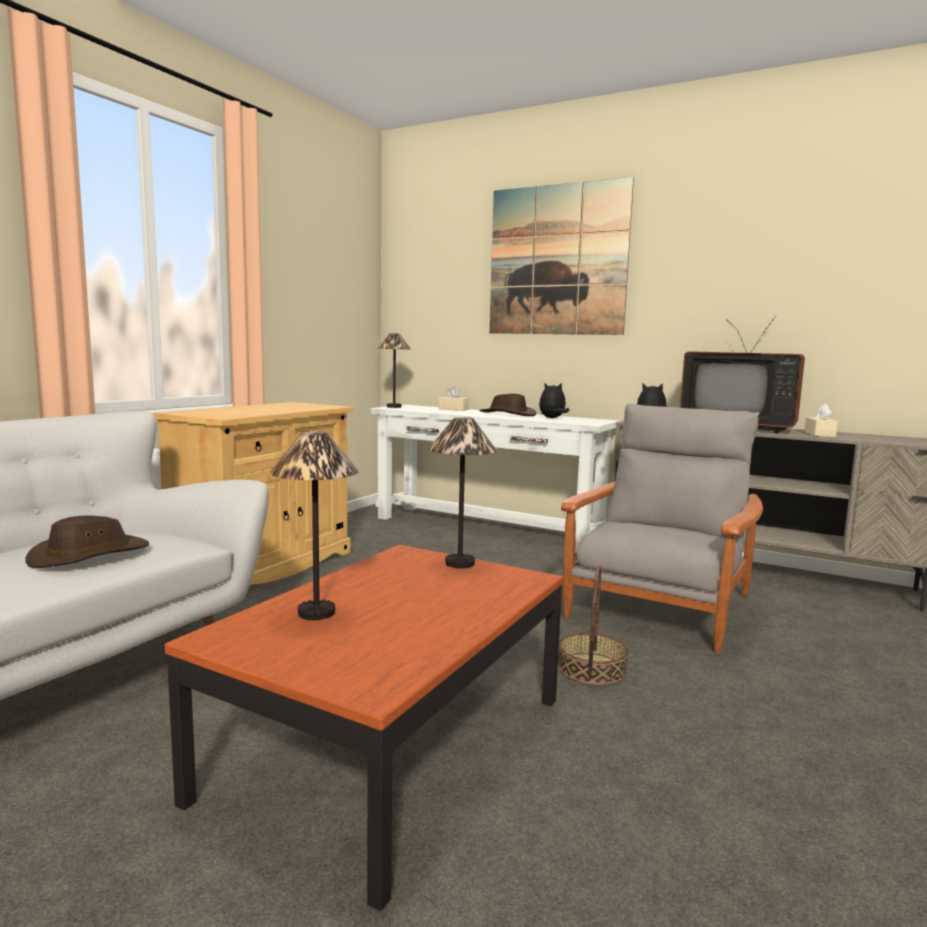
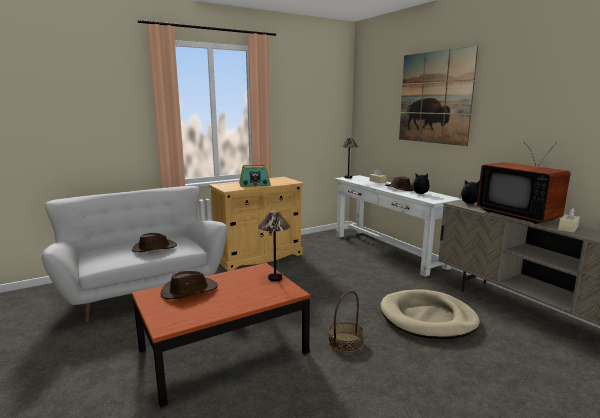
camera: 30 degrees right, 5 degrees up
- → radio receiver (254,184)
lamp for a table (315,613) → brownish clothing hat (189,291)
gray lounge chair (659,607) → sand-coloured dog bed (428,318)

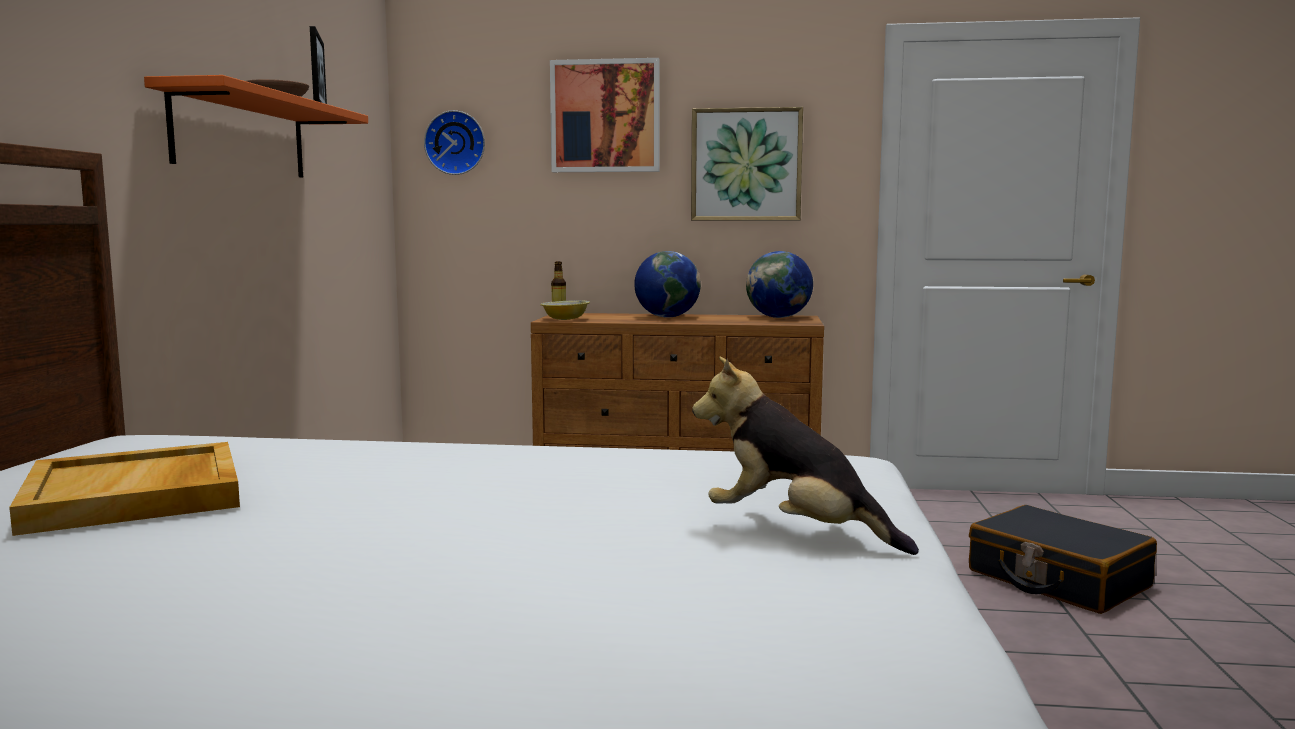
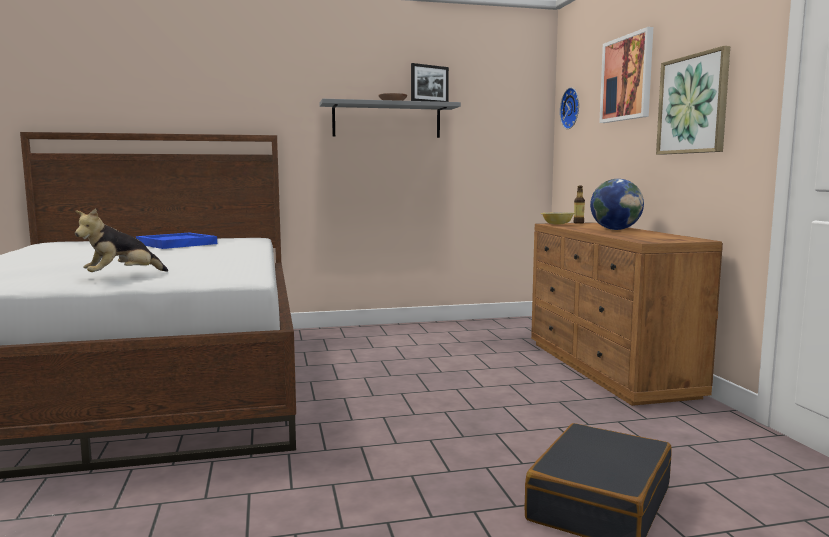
camera: 70 degrees right, 0 degrees up
globe (778,317) → -
sand-coloured tray (137,495) → bluish tray (176,244)
orange-coloured bracket shelf (241,135) → gray bracket shelf (386,120)
plush toy (795,532) → plush toy (121,277), 150 degrees counterclockwise

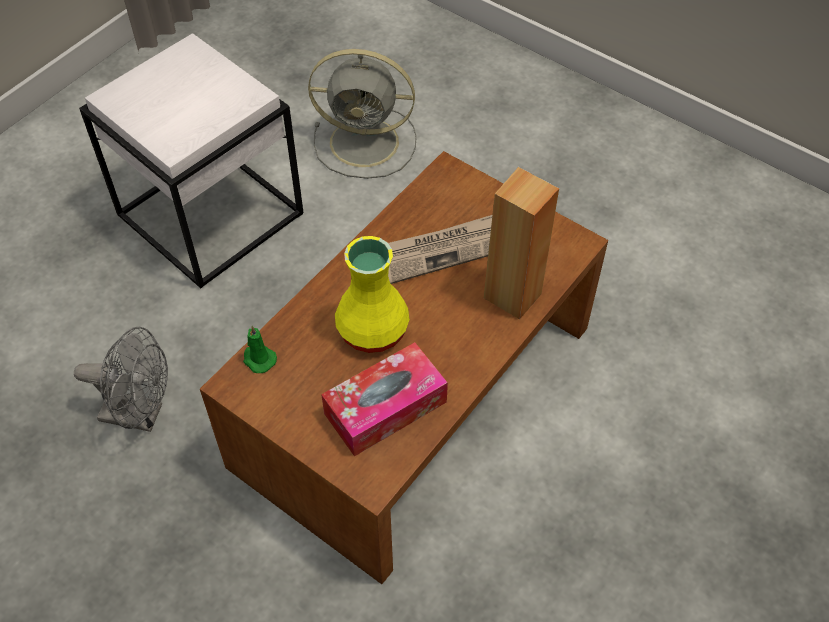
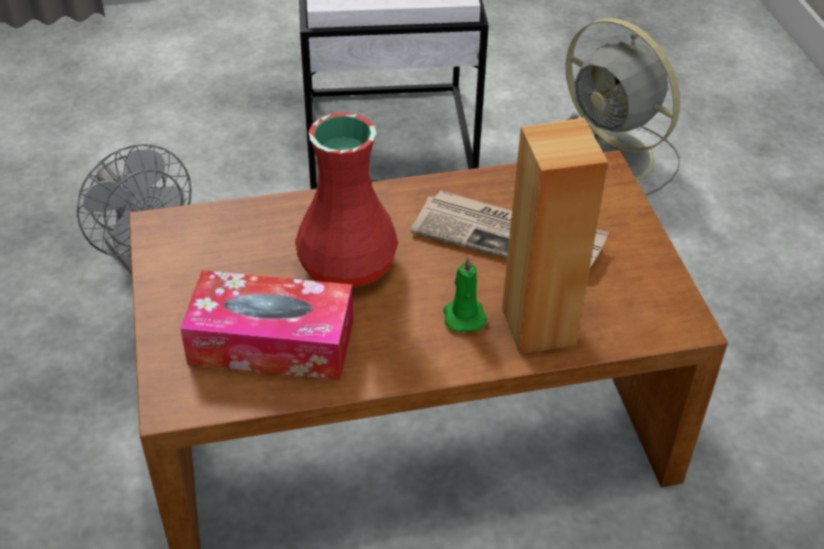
camera: 40 degrees right, 10 degrees down
greenish wax candle (258,359) → greenish wax candle (463,315), relocated
yellow vase (371,330) → reddish vase (345,264)

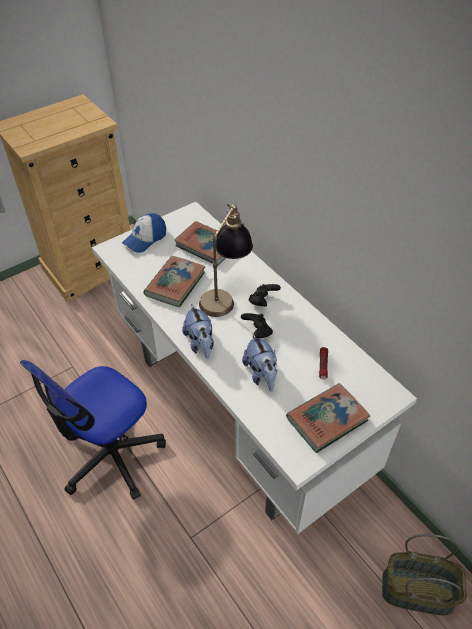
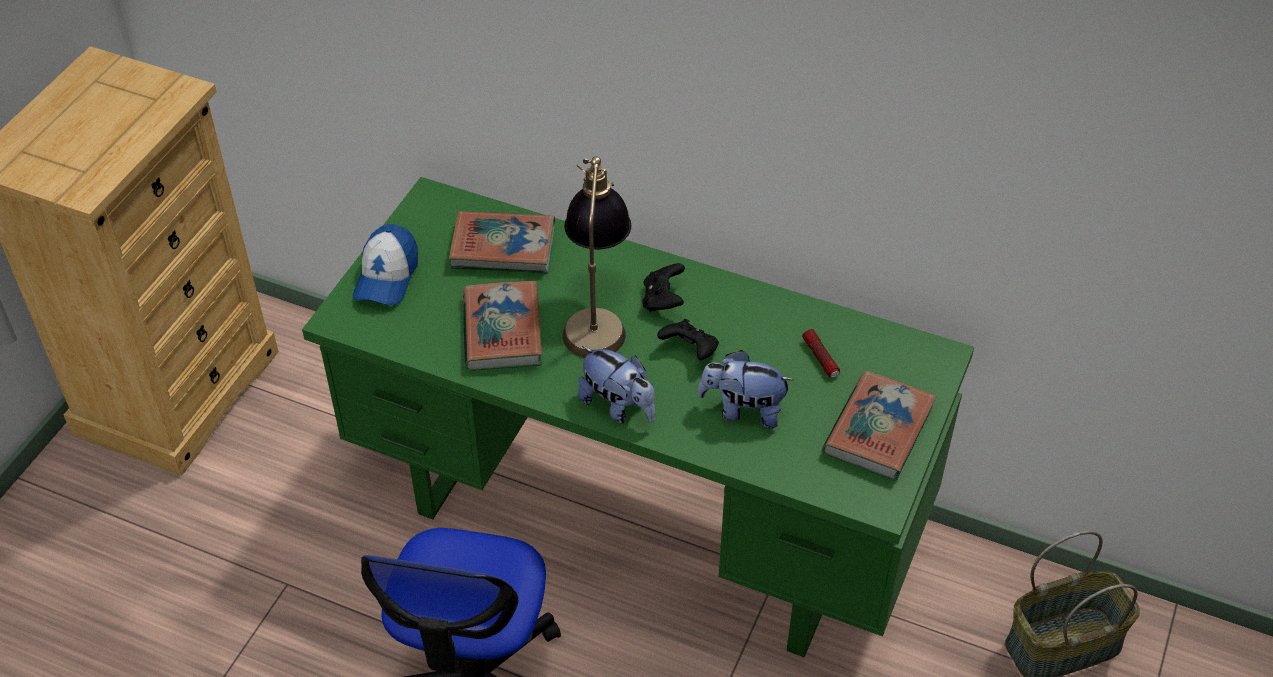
camera: 30 degrees left, 0 degrees up
whitish desk table (237,411) → greenish desk table (639,521)
plush toy (261,374) → plush toy (743,410), 150 degrees clockwise

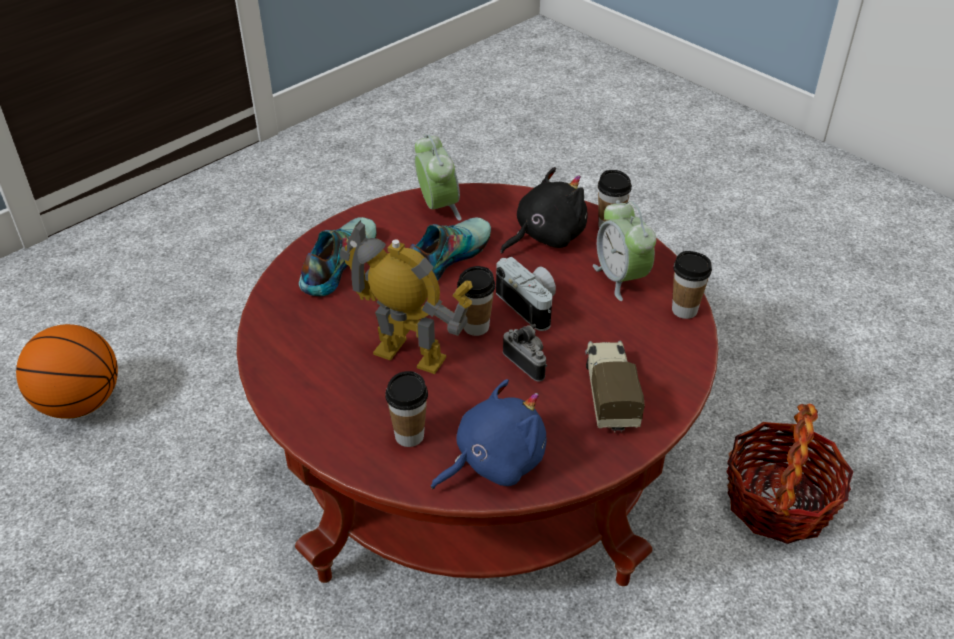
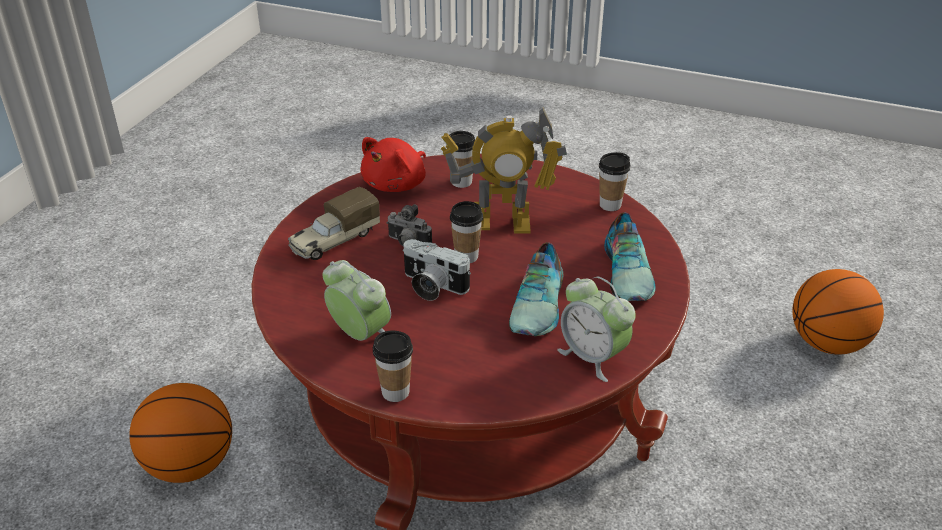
camera: 155 degrees right, 5 degrees down
black plush toy (545,236) → -
drinking cup (684,310) → drinking cup (610,205), relocated
household basket (778,502) → basketball (190,465)
bluish plush toy (494,461) → reddish plush toy (396,184)
toy lorry (610,393) → toy lorry (334,241), 75 degrees clockwise

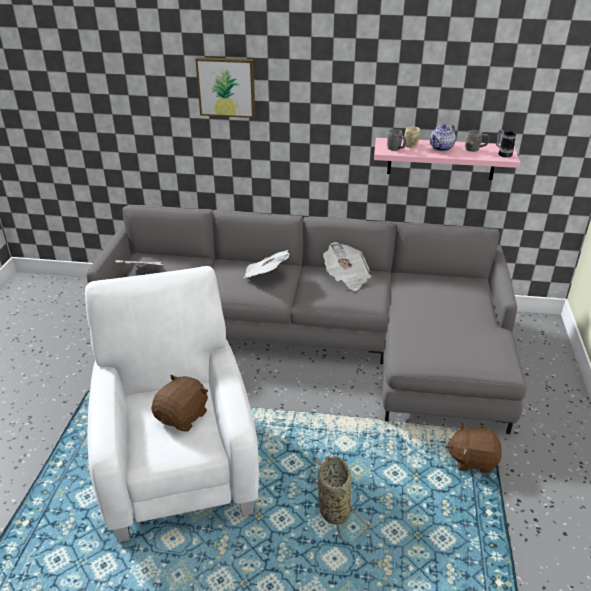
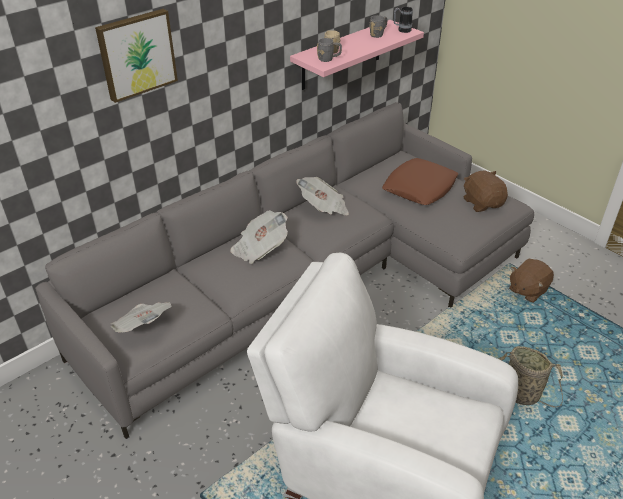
camera: 50 degrees left, 5 degrees up
pot for tea (441,148) → -
- → brownish throw pillow (419,187)
brownish plush toy (183,416) → brownish plush toy (482,203), relocated

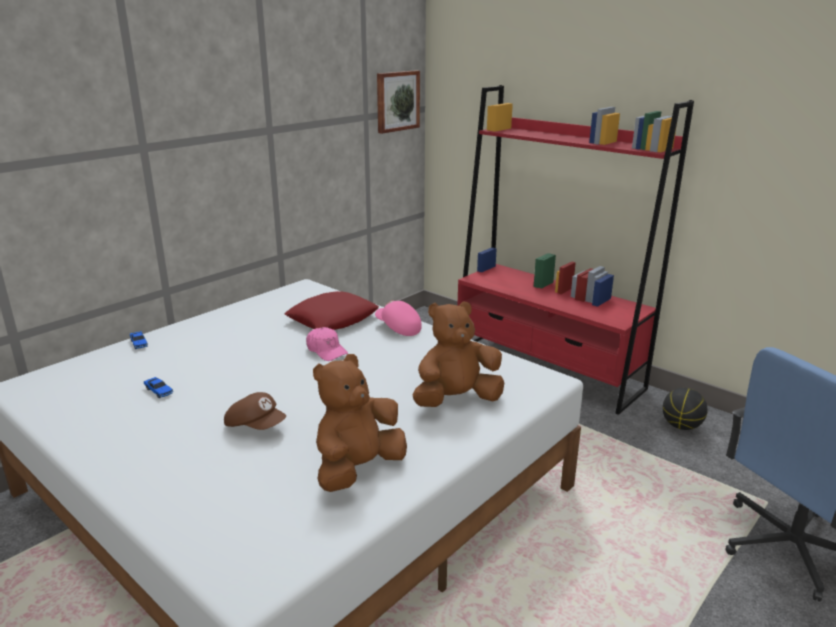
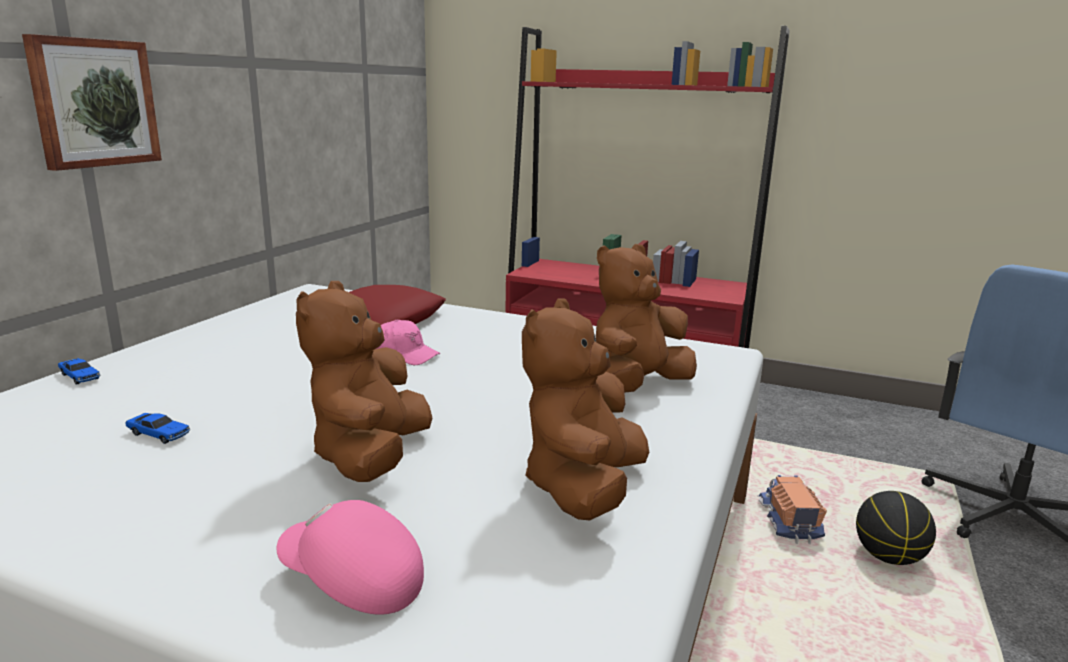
camera: 20 degrees left, 5 degrees down
- → toy lorry (787,521)
pink peaked cap (398,328) → pink peaked cap (352,583), relocated
wall picture (397,101) → wall picture (94,103), relocated
basketball (681,426) → basketball (888,557), relocated
brownish peaked cap (256,426) → brownish plush toy (370,457)

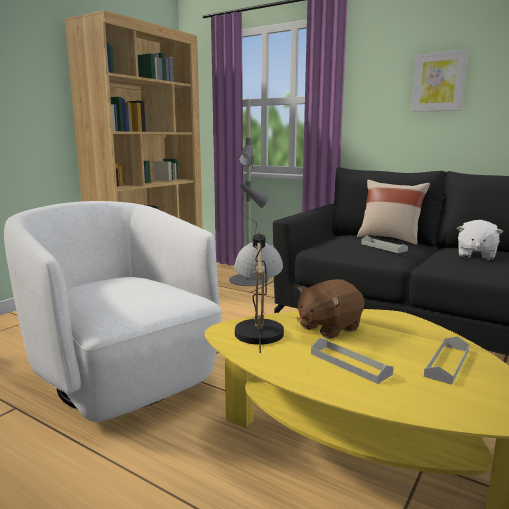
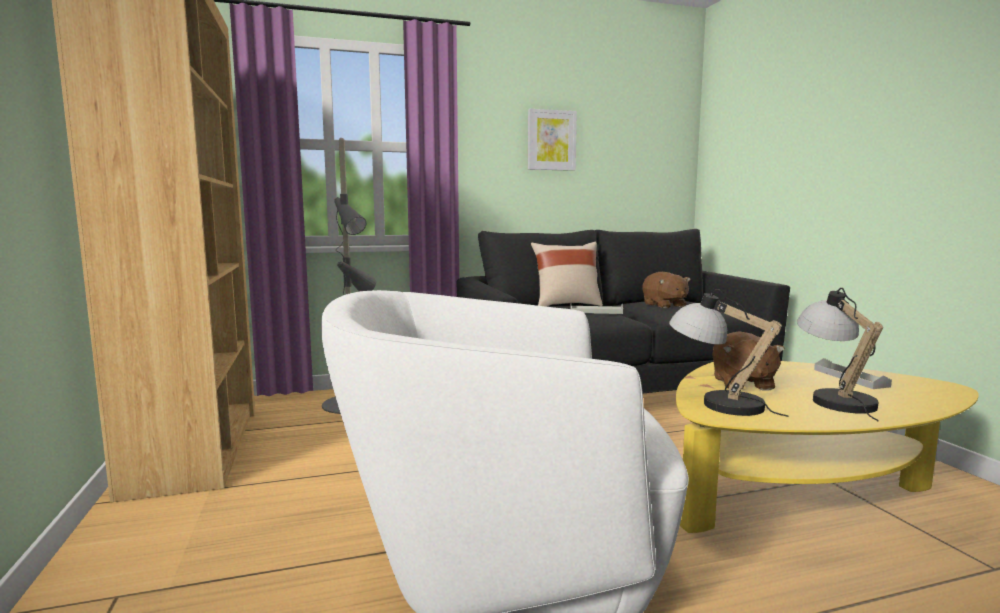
camera: 50 degrees left, 5 degrees down
gray tray (350,364) → lamp for a table (834,398)
whitish plush toy (475,255) → brownish plush toy (664,305)

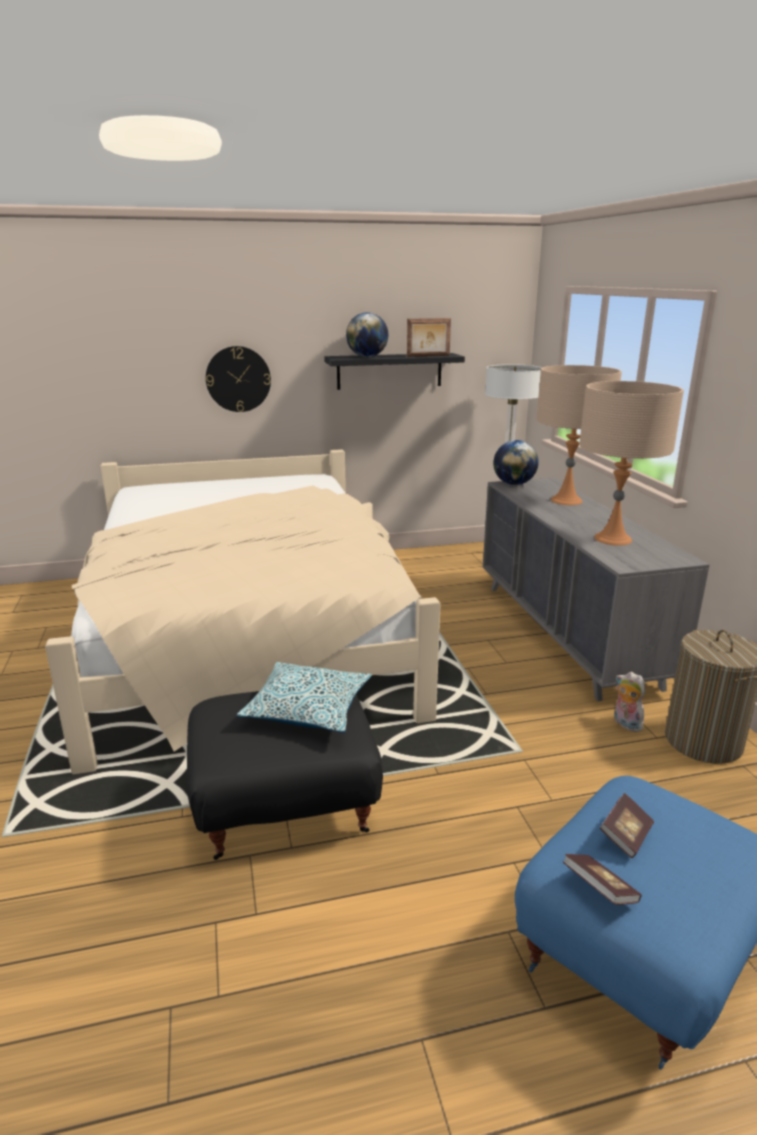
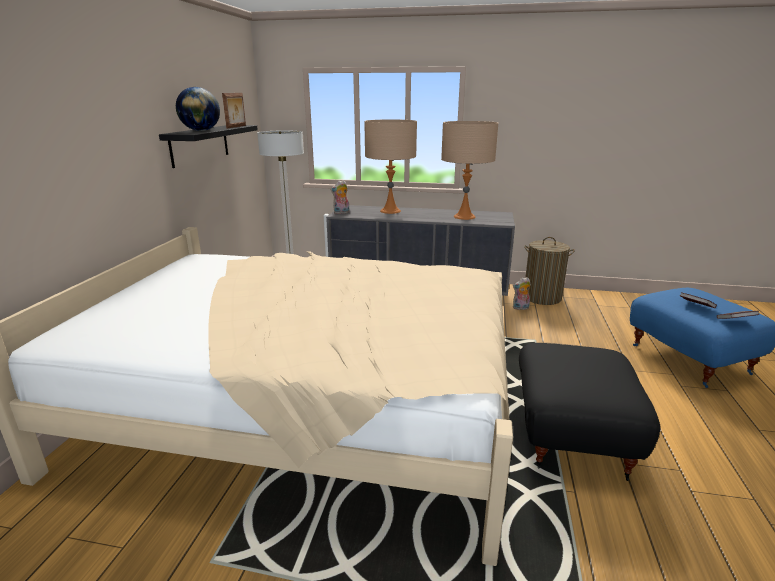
camera: 65 degrees left, 0 degrees up
wall clock (238,379) → -
throw pillow (308,709) → -
globe (514,484) → plush toy (341,213)

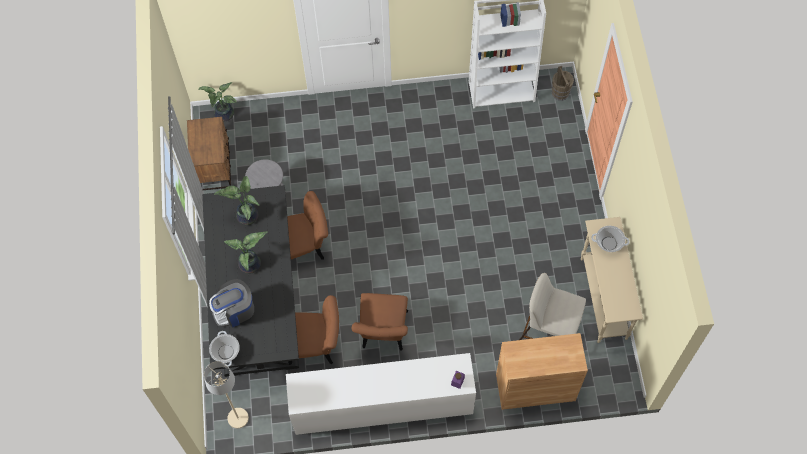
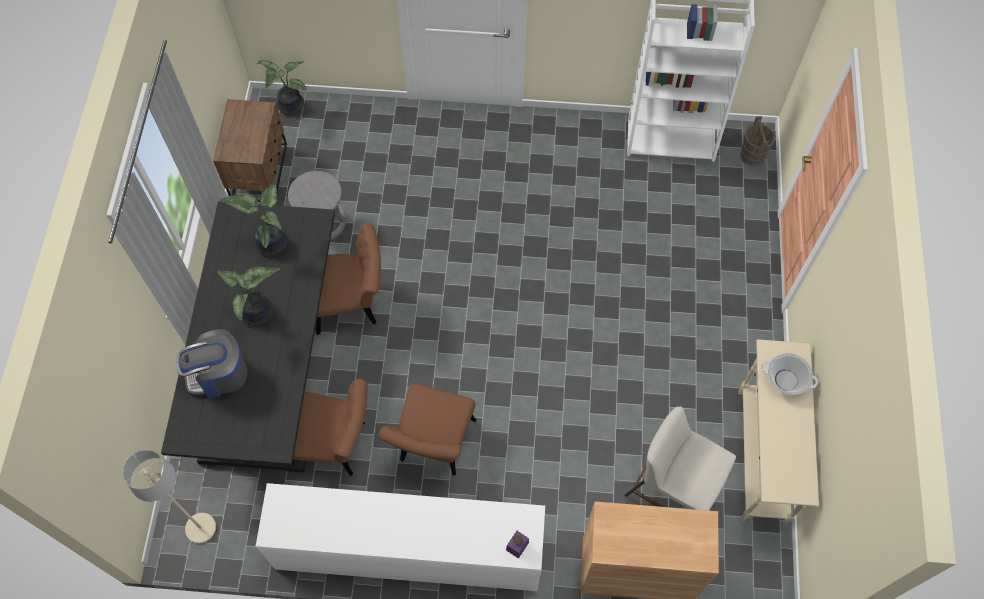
camera: 10 degrees right, 0 degrees up
stockpot (226,352) → -

